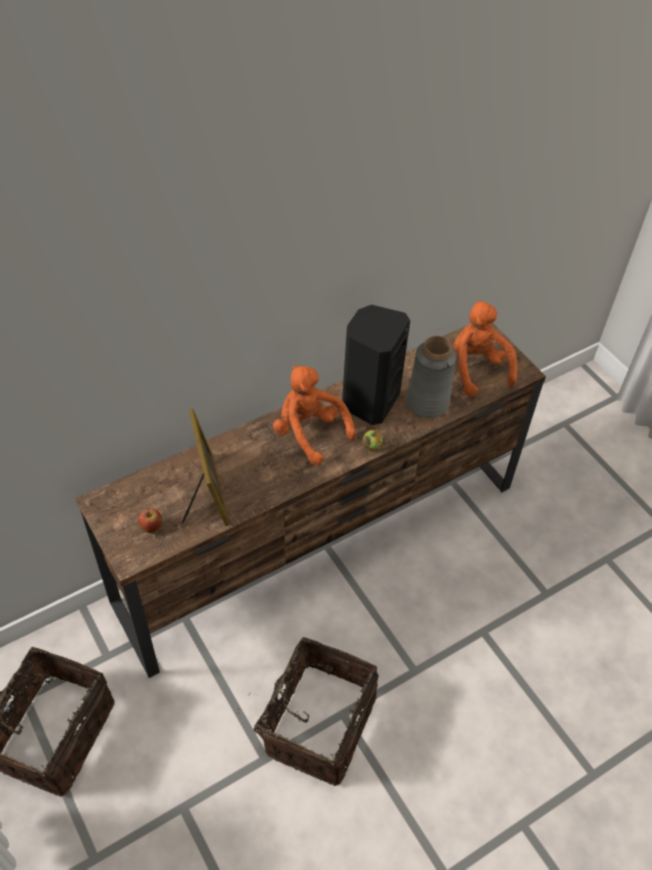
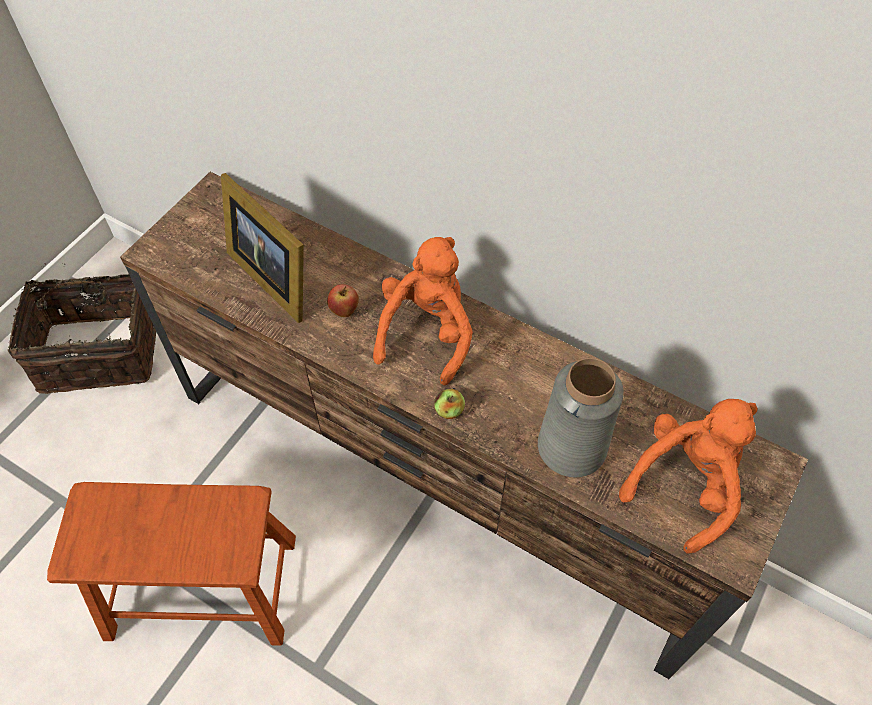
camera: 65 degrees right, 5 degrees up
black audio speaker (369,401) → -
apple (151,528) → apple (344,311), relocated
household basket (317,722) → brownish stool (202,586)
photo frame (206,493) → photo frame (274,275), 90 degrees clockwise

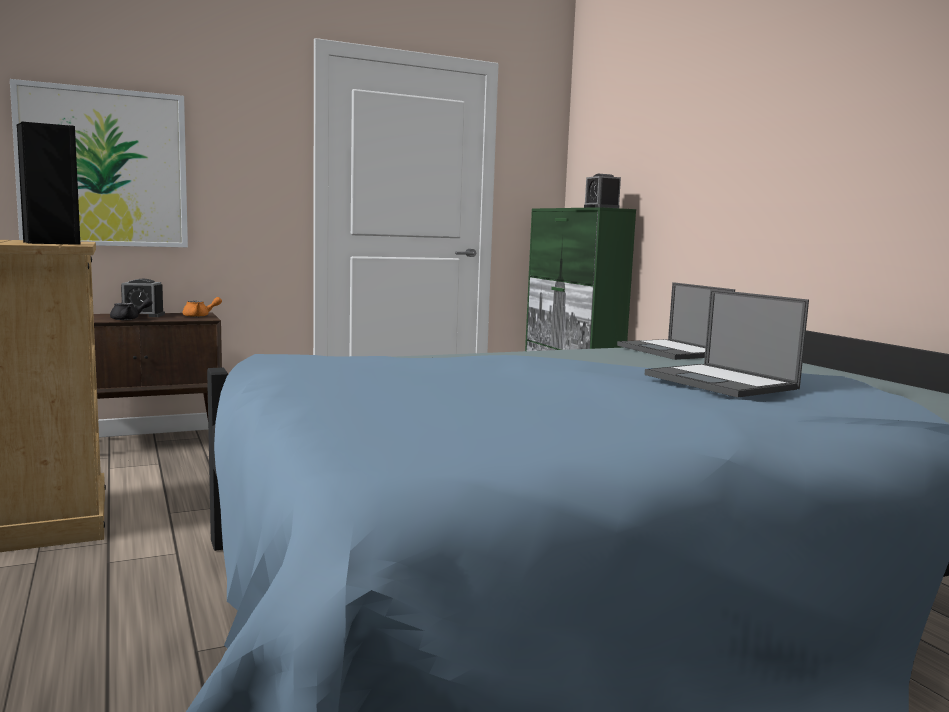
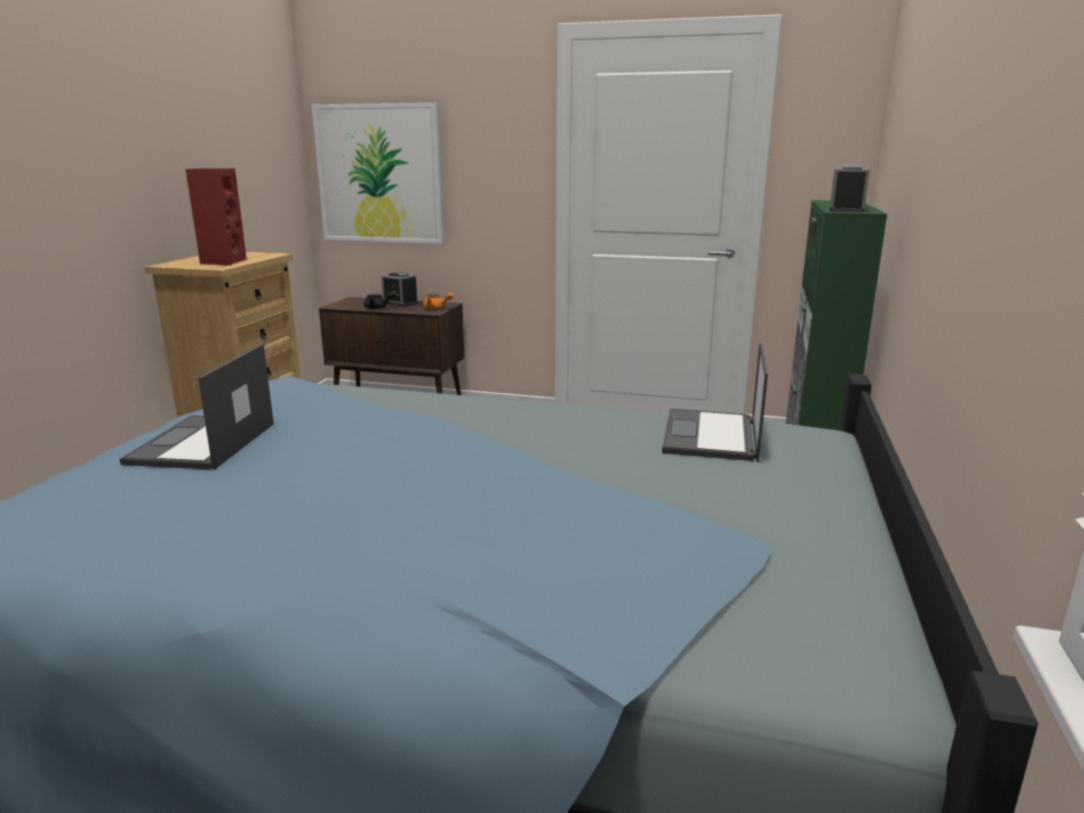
camera: 40 degrees right, 10 degrees up
portable computer (722,382) → portable computer (202,444), relocated
black audio speaker (51,243) → reddish audio speaker (223,262)

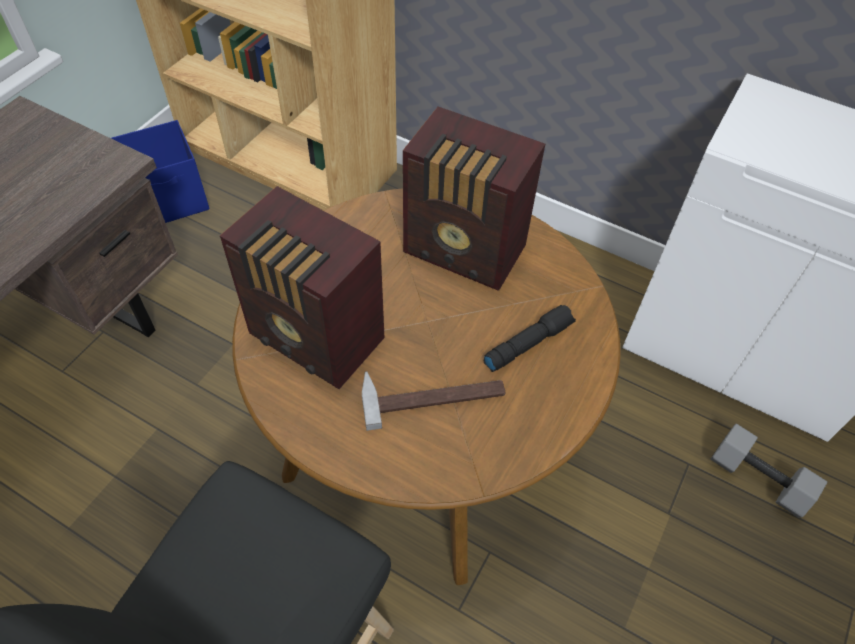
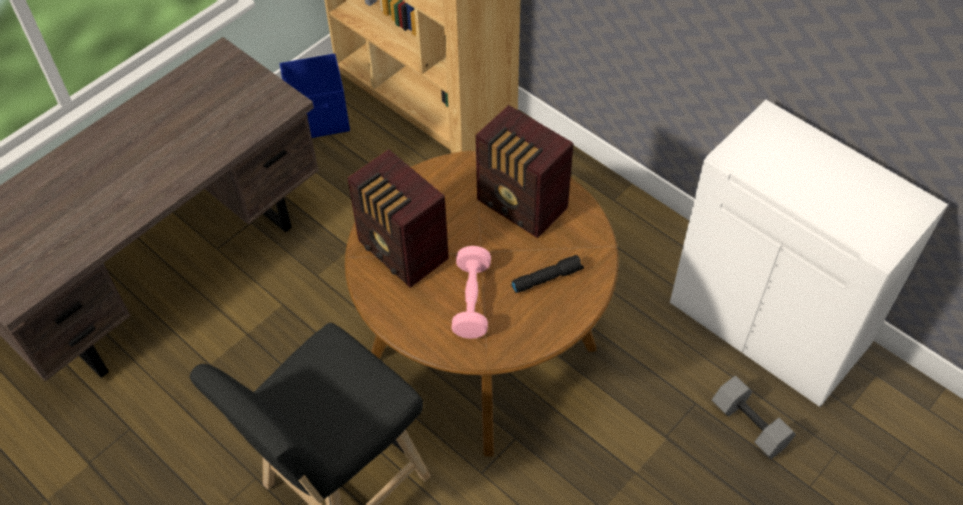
camera: 15 degrees right, 0 degrees up
hand hammer (432,394) → pink hand weight (472,301)

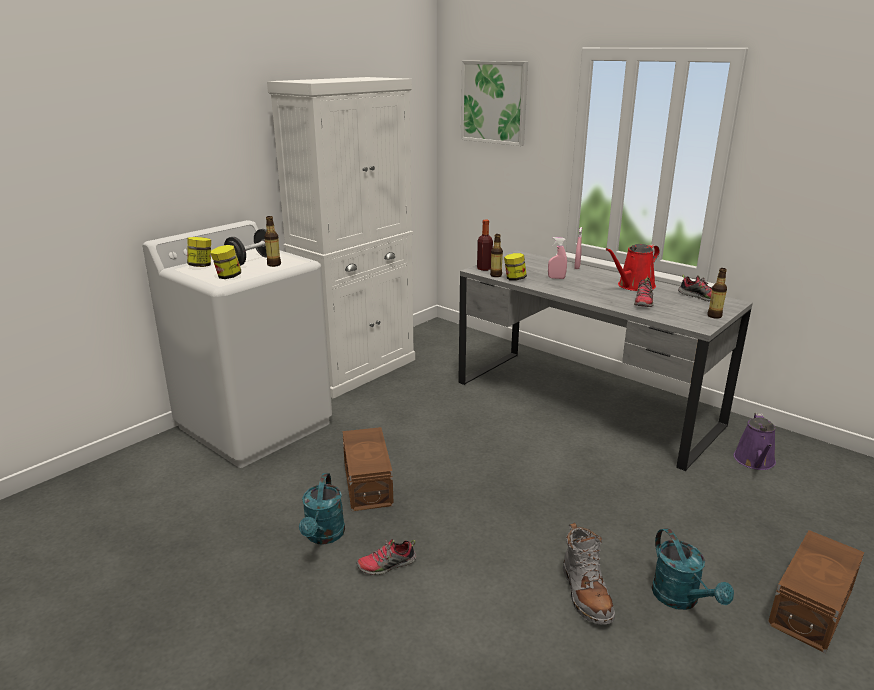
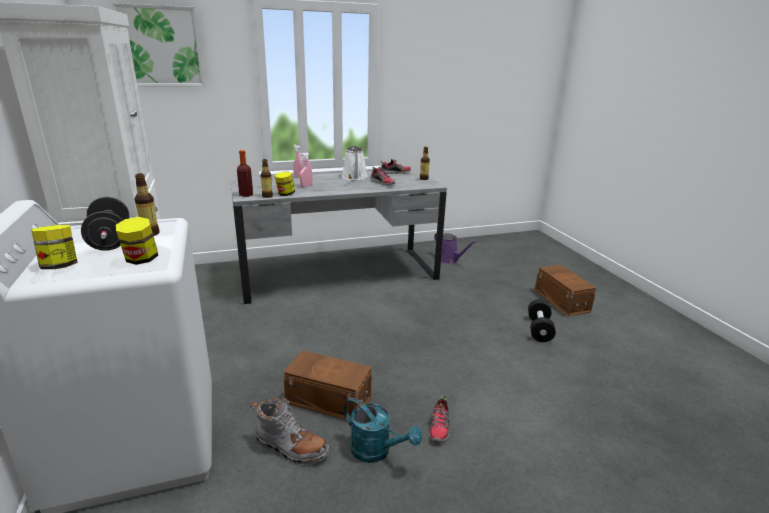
camera: 60 degrees left, 0 degrees up
gray high-top boot (585,593) → gray high-top boot (291,448), relocated
blue-green sprinkling can (681,599) → black hand weight (539,329)
reddish sprinkling can (633,286) → whitish sprinkling can (354,177)

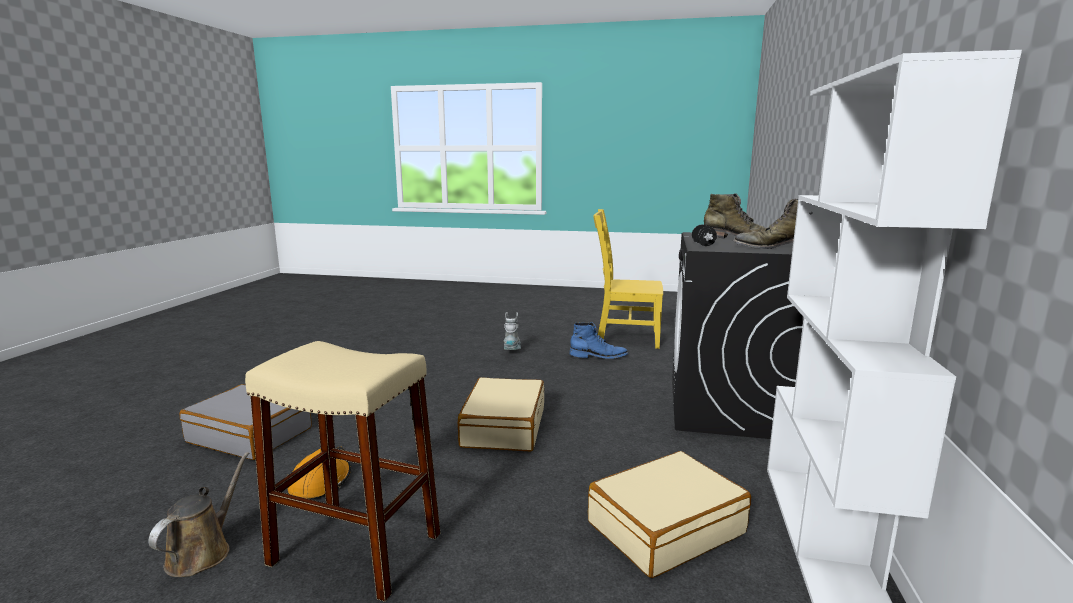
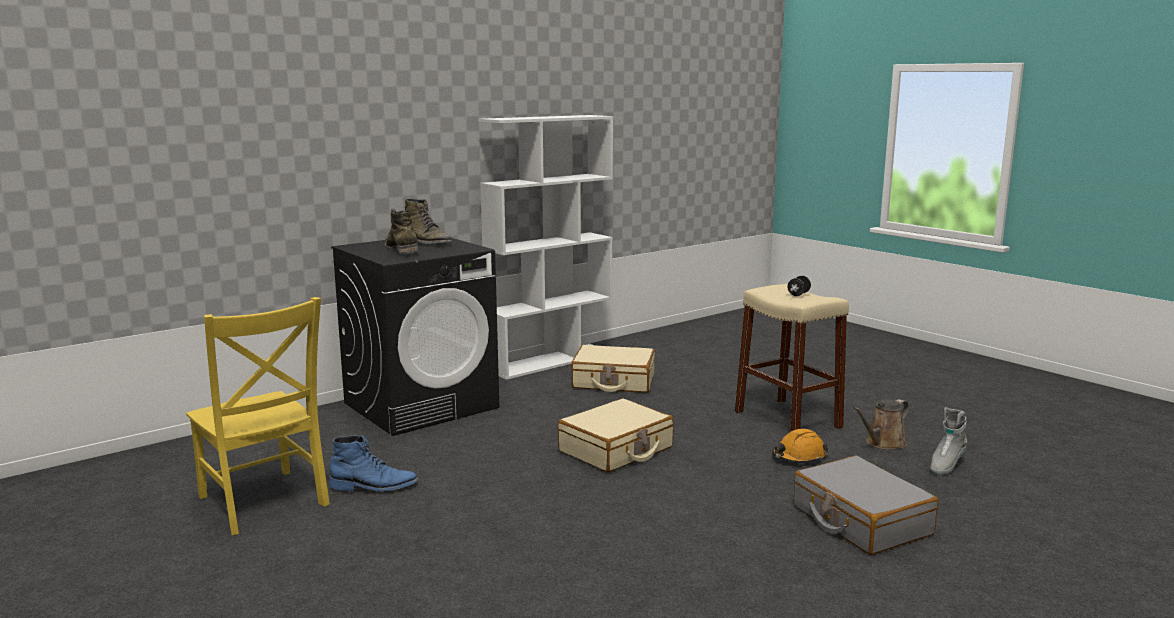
camera: 140 degrees left, 0 degrees up
gray high-top boot (512,351) → gray high-top boot (946,465), relocated
black hand weight (703,244) → black hand weight (798,294), relocated
bluish high-top boot (598,356) → bluish high-top boot (374,486), 135 degrees clockwise

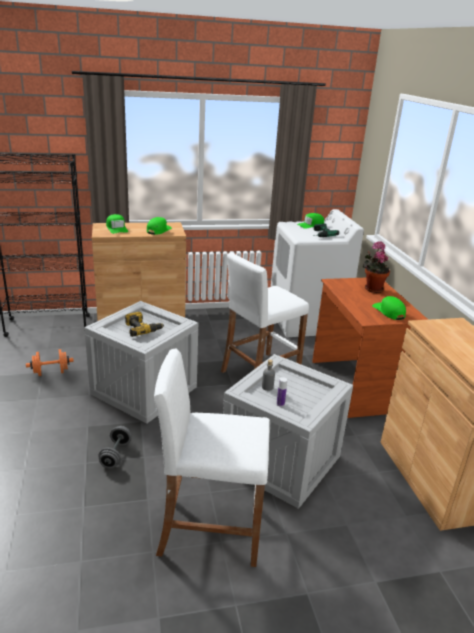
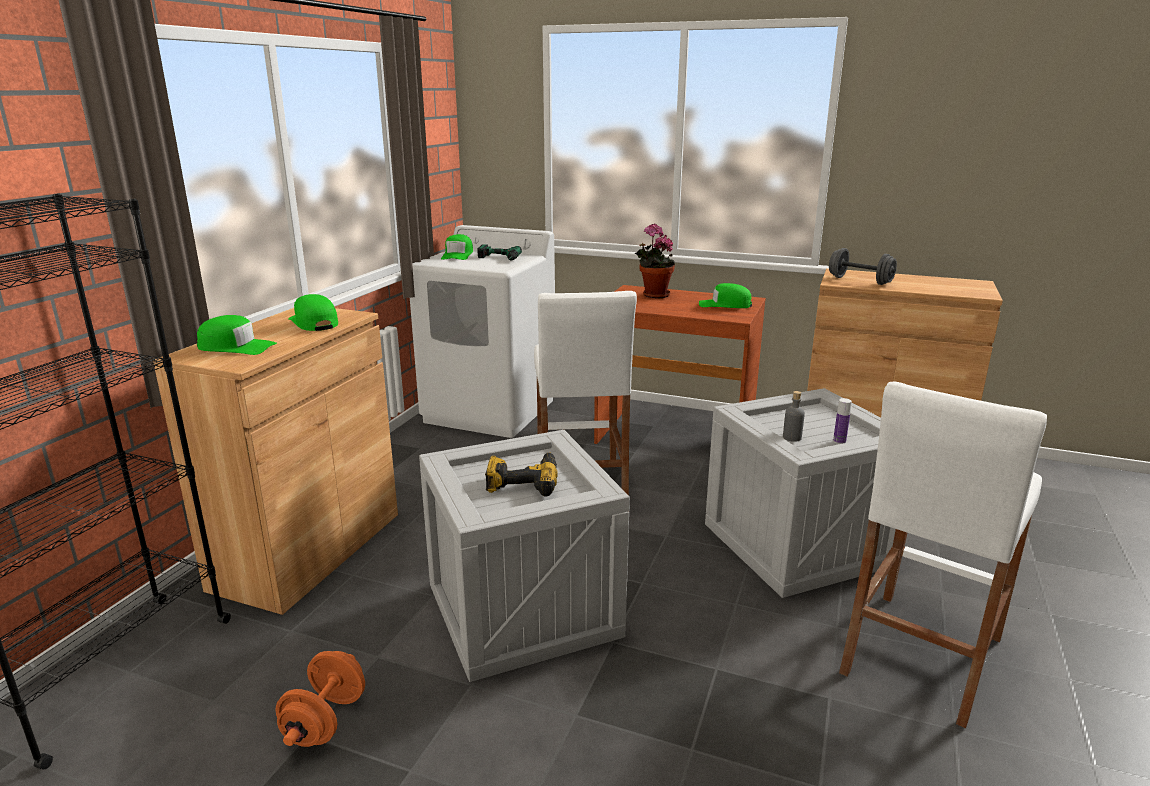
camera: 55 degrees left, 5 degrees down
gray hand weight (116,455) → gray hand weight (860,281), relocated

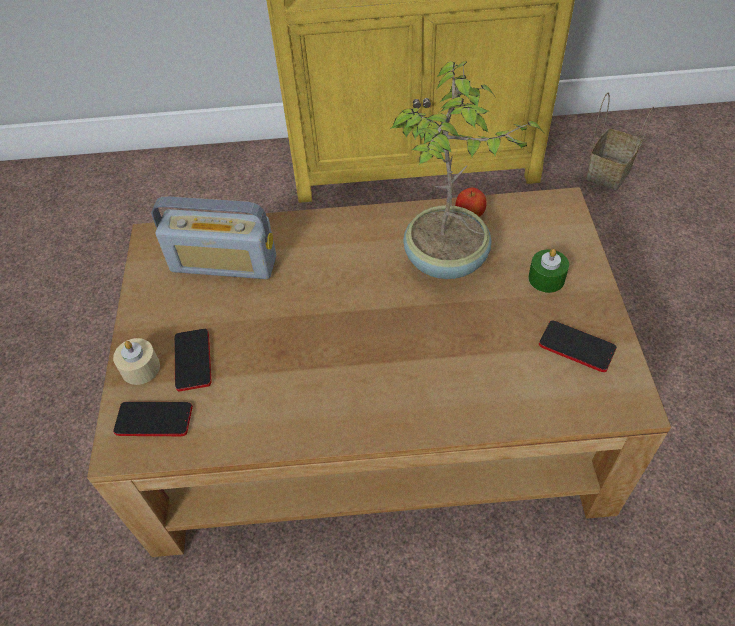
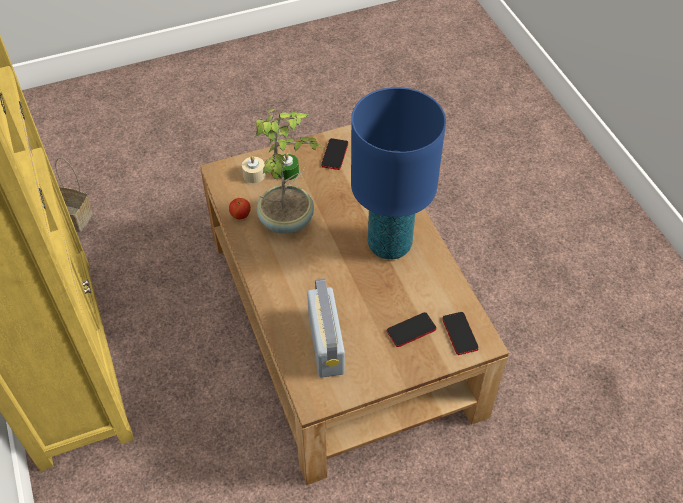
camera: 110 degrees left, 0 degrees up
- → bluish lamp for a table (389,245)
sand-coloured wax candle (140,368) → sand-coloured wax candle (254,175), relocated

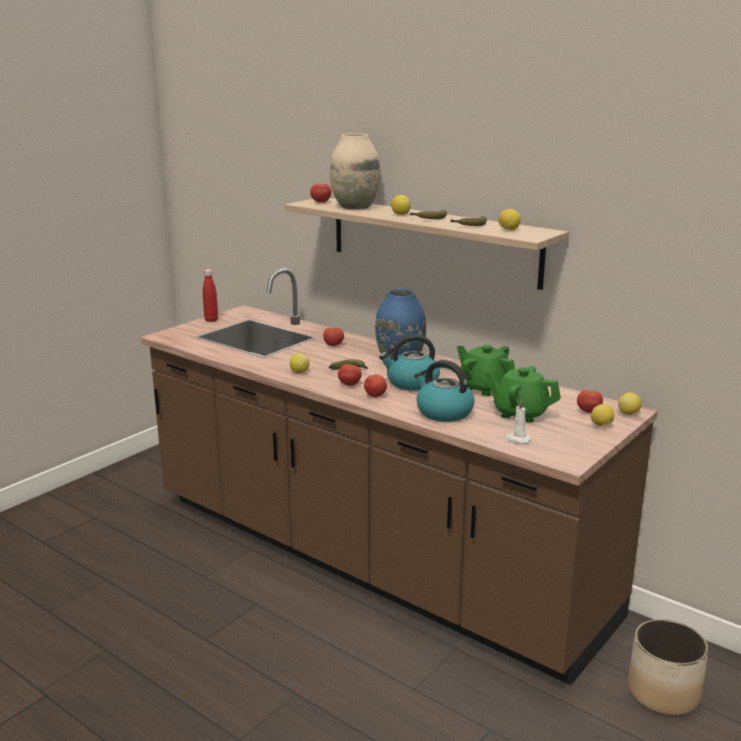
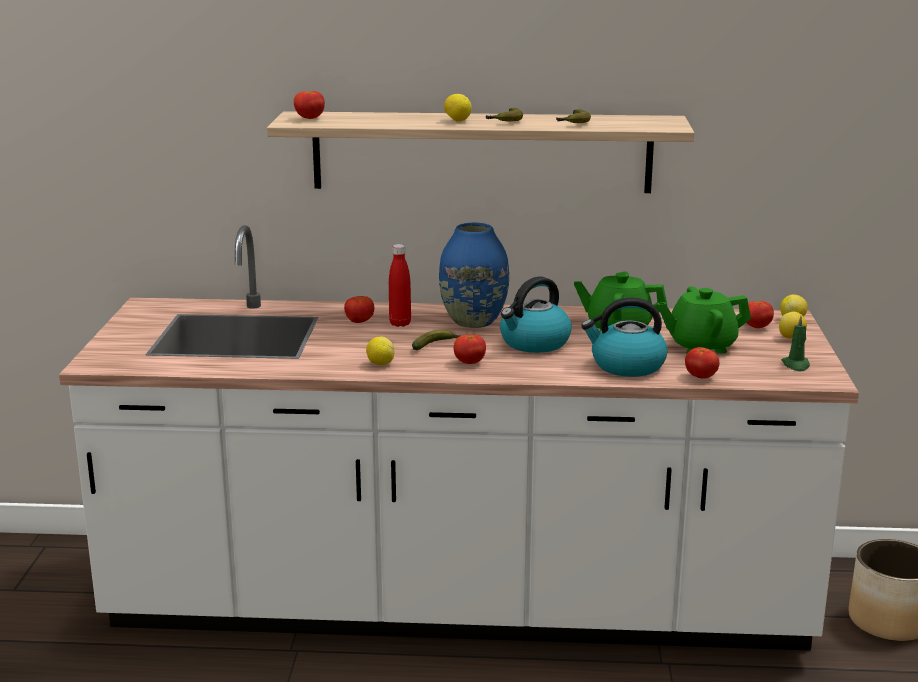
camera: 35 degrees left, 0 degrees up
sand-coloured vase (354,207) → -
lemon (508,230) → -
whitish wax candle (517,439) → -
- → greenish wax candle (796,365)
reddish bottle (211,320) → reddish bottle (400,324), relocated
fresh tomato (375,396) → fresh tomato (701,377), relocated
brownish counter (370,557) → whitish counter (459,603)

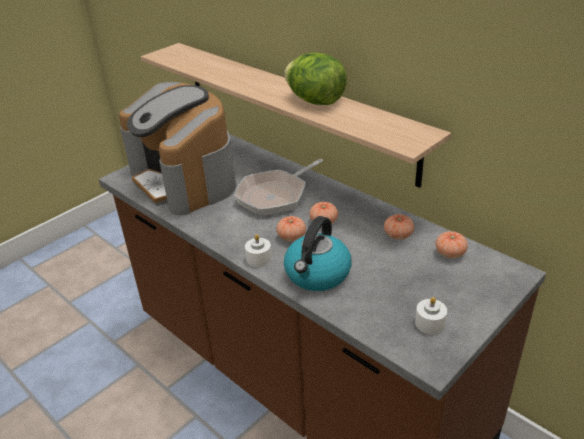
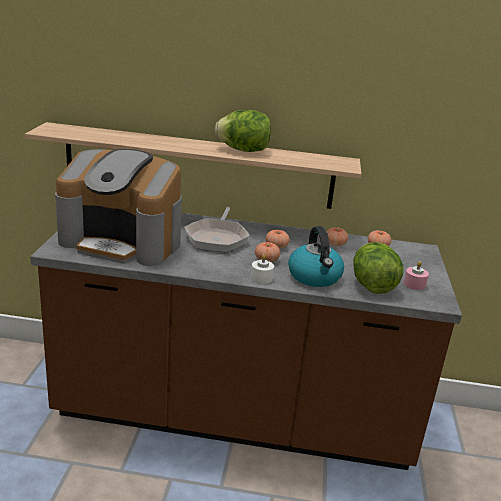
camera: 40 degrees left, 10 degrees down
- → head of lettuce (372,286)
whitish wax candle (430,323) → pink wax candle (414,284)

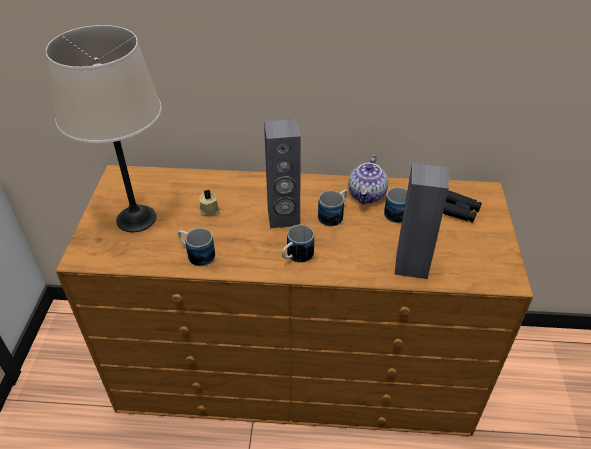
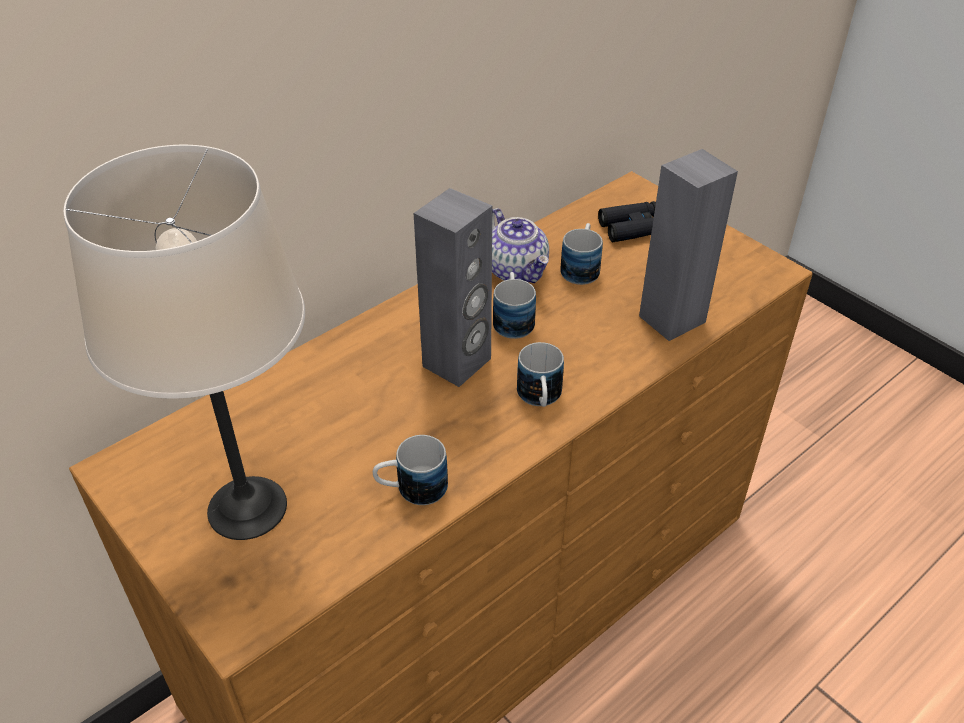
camera: 45 degrees left, 0 degrees up
sand-coloured wax candle (209,210) → -

